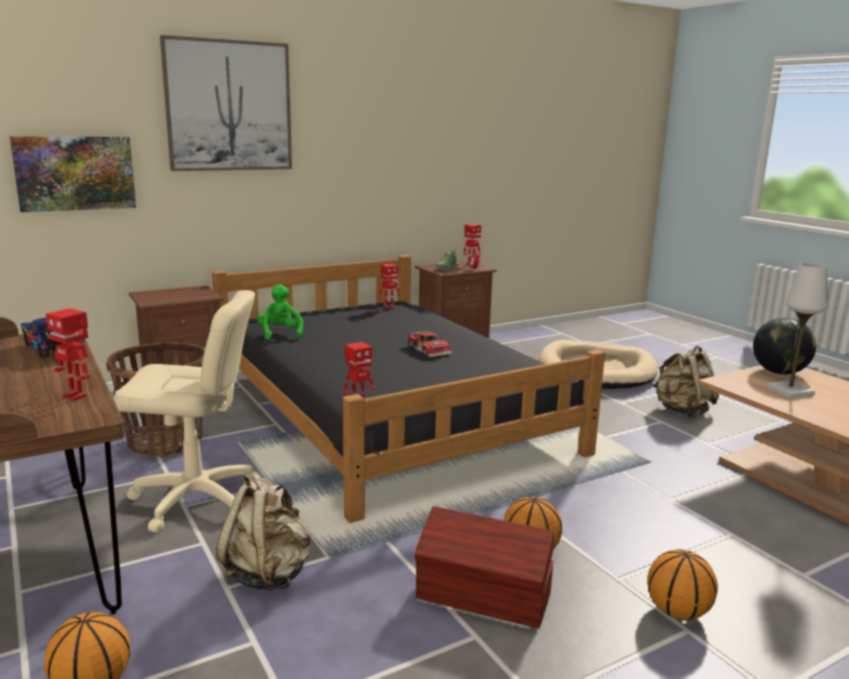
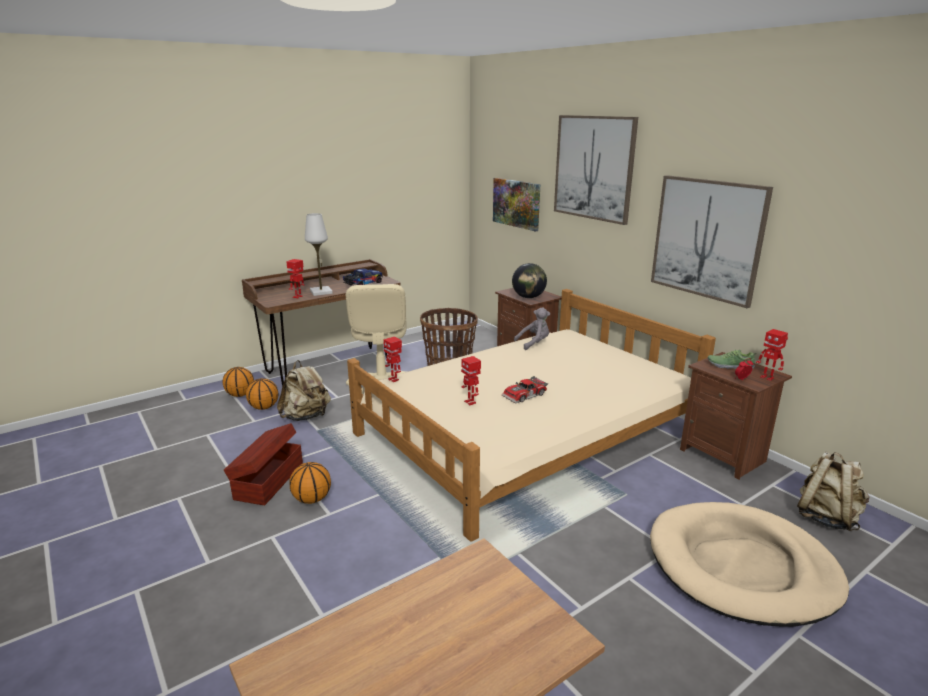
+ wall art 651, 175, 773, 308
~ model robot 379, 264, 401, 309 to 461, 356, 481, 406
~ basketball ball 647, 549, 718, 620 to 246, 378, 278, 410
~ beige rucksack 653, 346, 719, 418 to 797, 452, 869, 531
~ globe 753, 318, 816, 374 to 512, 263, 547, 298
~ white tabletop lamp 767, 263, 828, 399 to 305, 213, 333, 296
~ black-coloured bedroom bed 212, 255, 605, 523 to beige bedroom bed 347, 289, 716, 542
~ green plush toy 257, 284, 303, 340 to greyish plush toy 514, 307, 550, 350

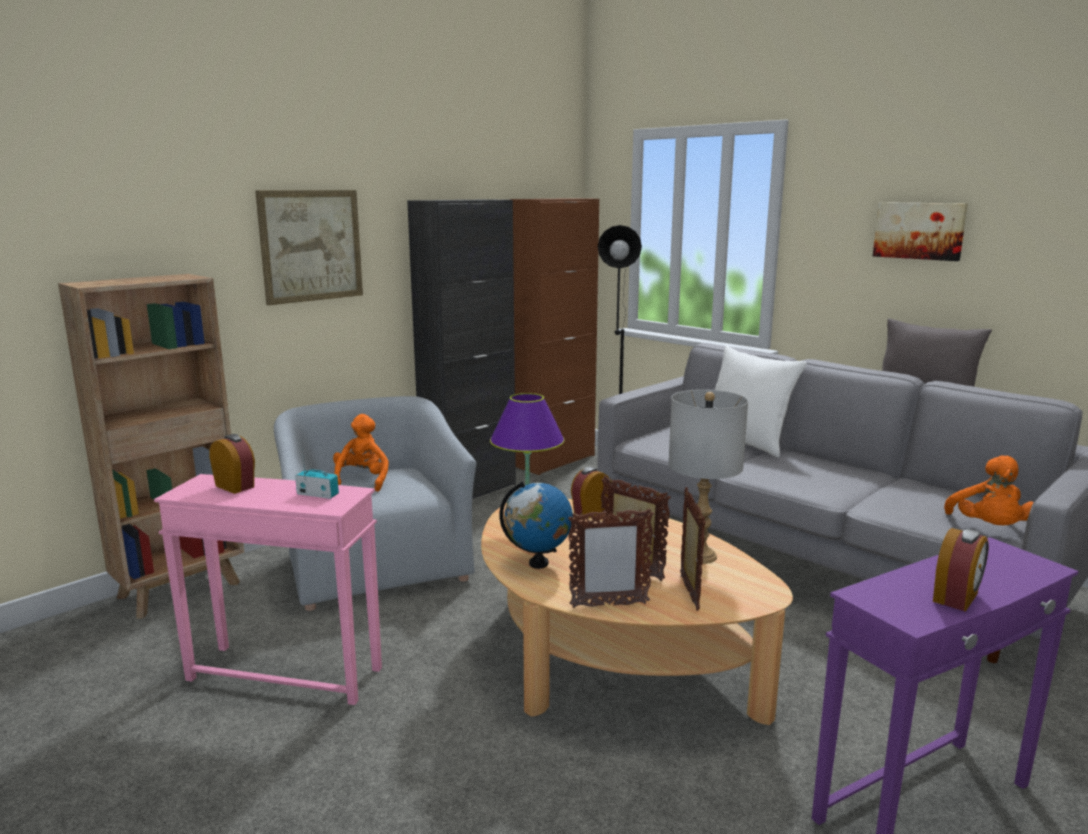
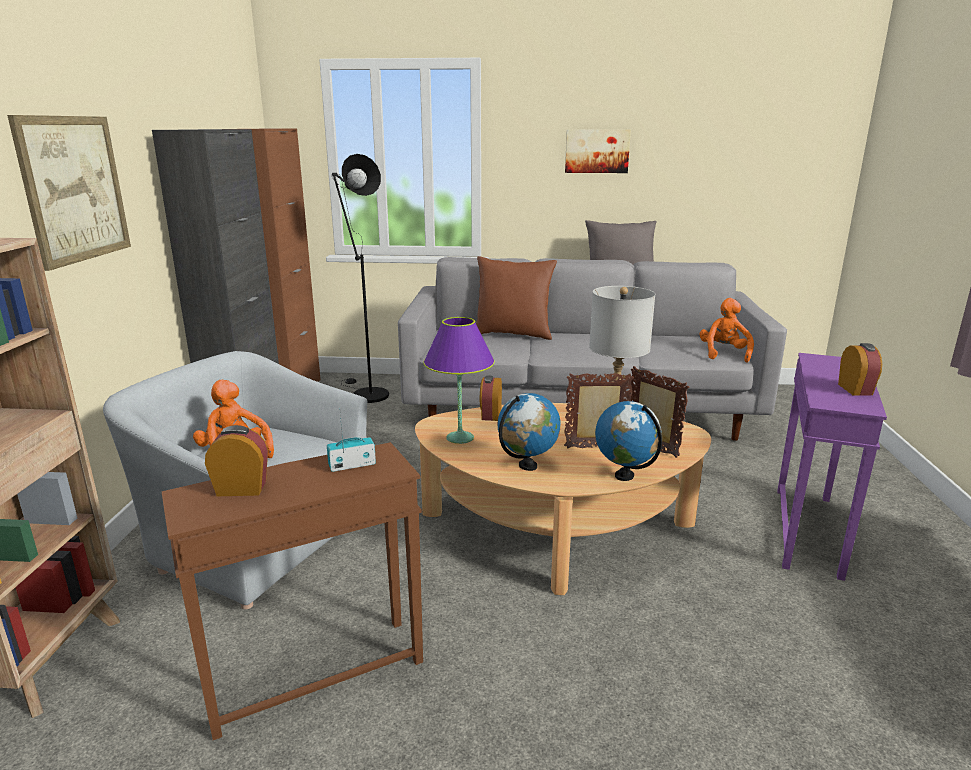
~ picture frame 568, 509, 654, 608 to globe 595, 401, 662, 481
~ pink side table 154, 474, 382, 705 to brown-coloured side table 161, 442, 423, 740
~ white pillow 715, 346, 807, 458 to brown-coloured pillow 476, 256, 557, 340
~ orange plush toy 944, 456, 1034, 525 = 700, 298, 754, 362 135 degrees counterclockwise

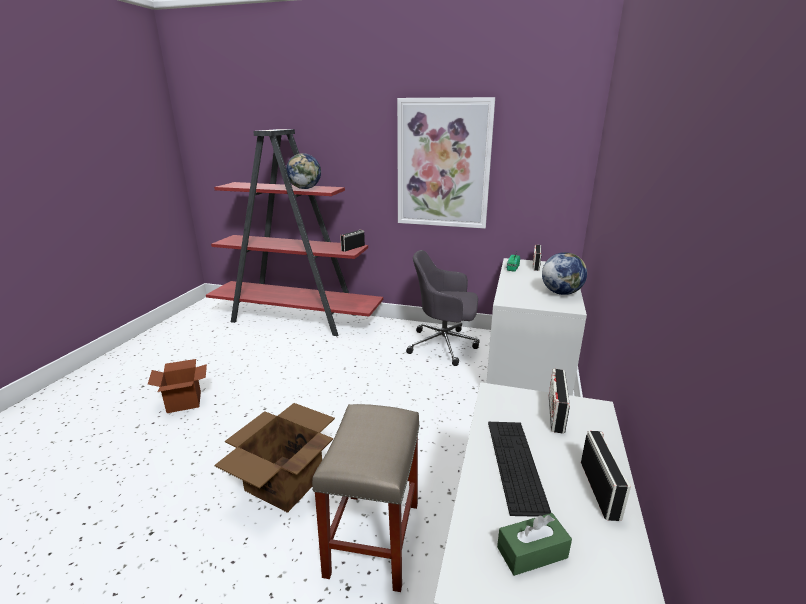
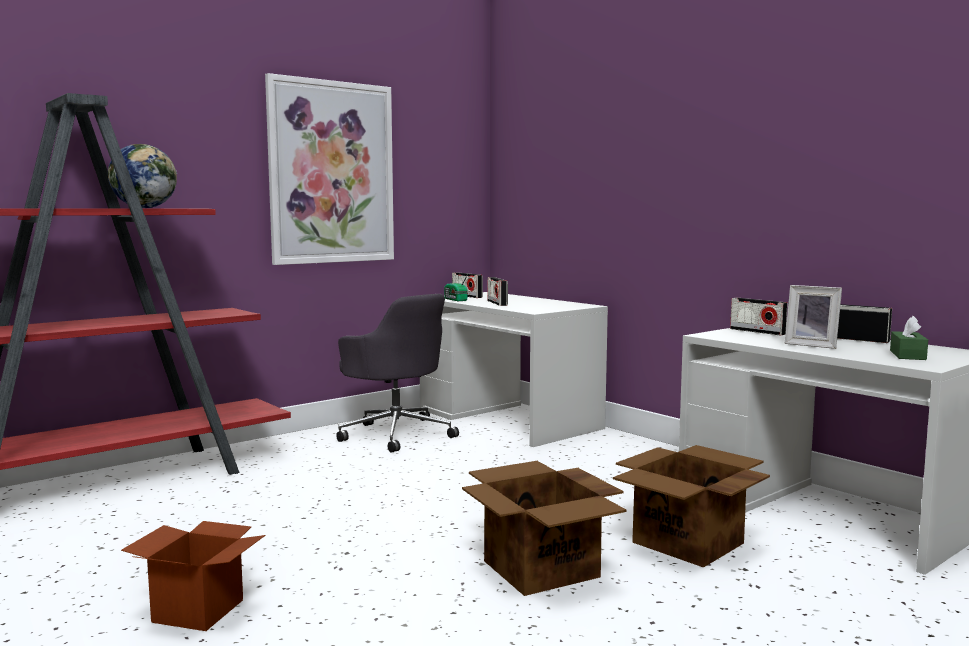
- globe 542, 252, 587, 295
~ radio set 340, 230, 365, 252 to 487, 277, 508, 306
~ beige stool seat 312, 404, 420, 592 to carton 613, 445, 770, 568
~ PC keyboard 488, 422, 551, 517 to picture frame 785, 285, 842, 349
~ greyish computer chair 406, 250, 480, 366 = 336, 294, 459, 452 90 degrees counterclockwise

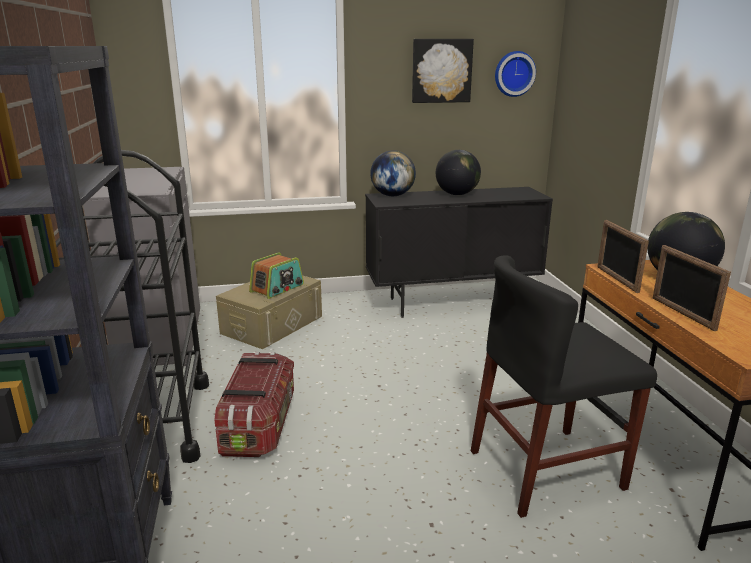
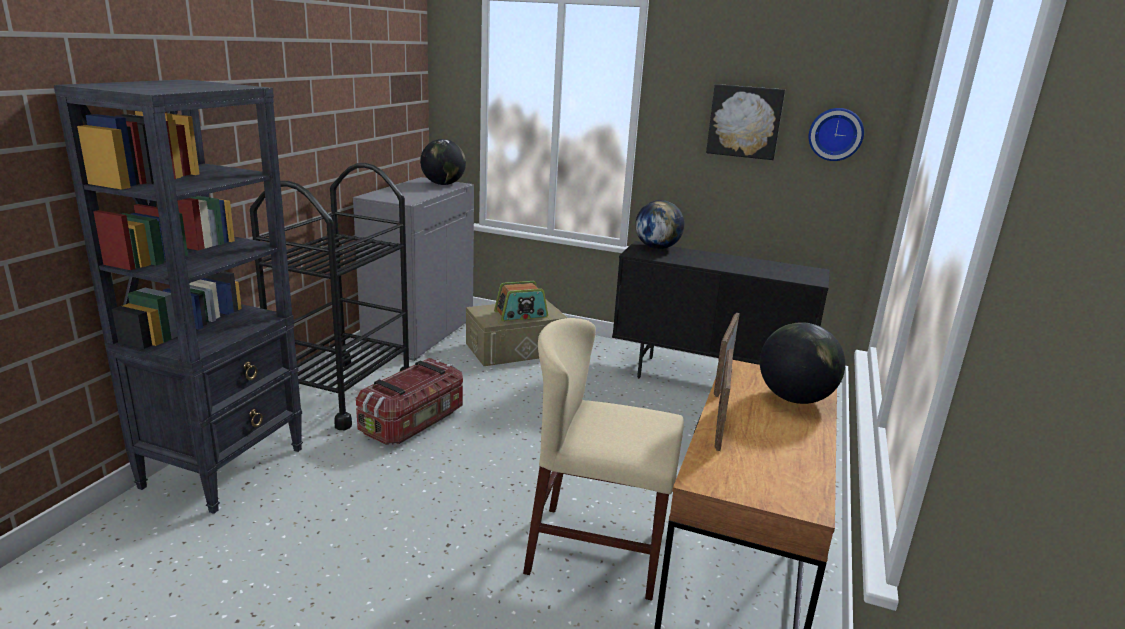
~ globe 436, 150, 481, 195 to 420, 139, 466, 185
~ black-coloured chair 471, 255, 657, 518 to beige chair 523, 318, 684, 601

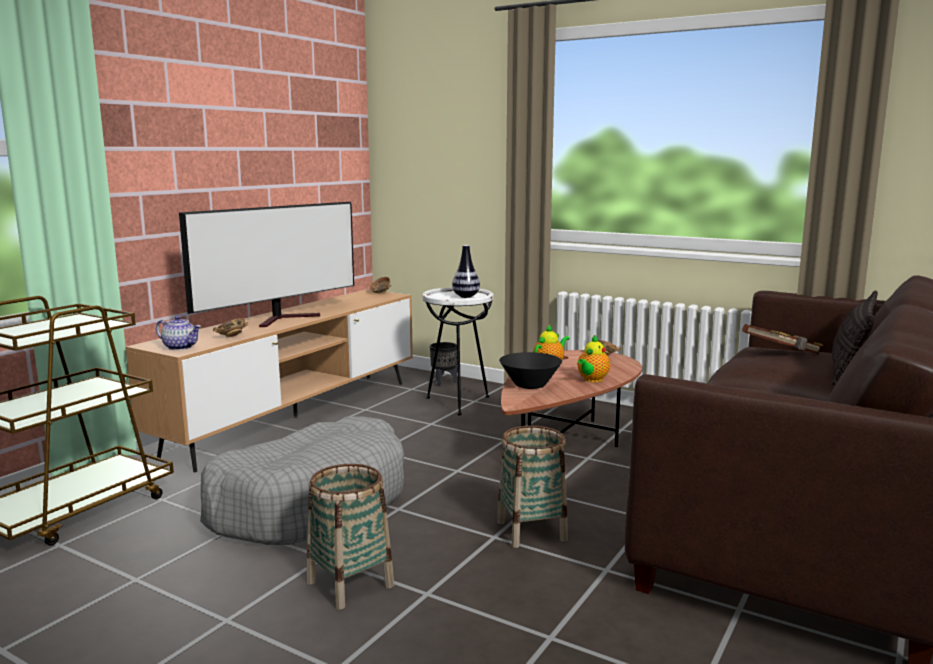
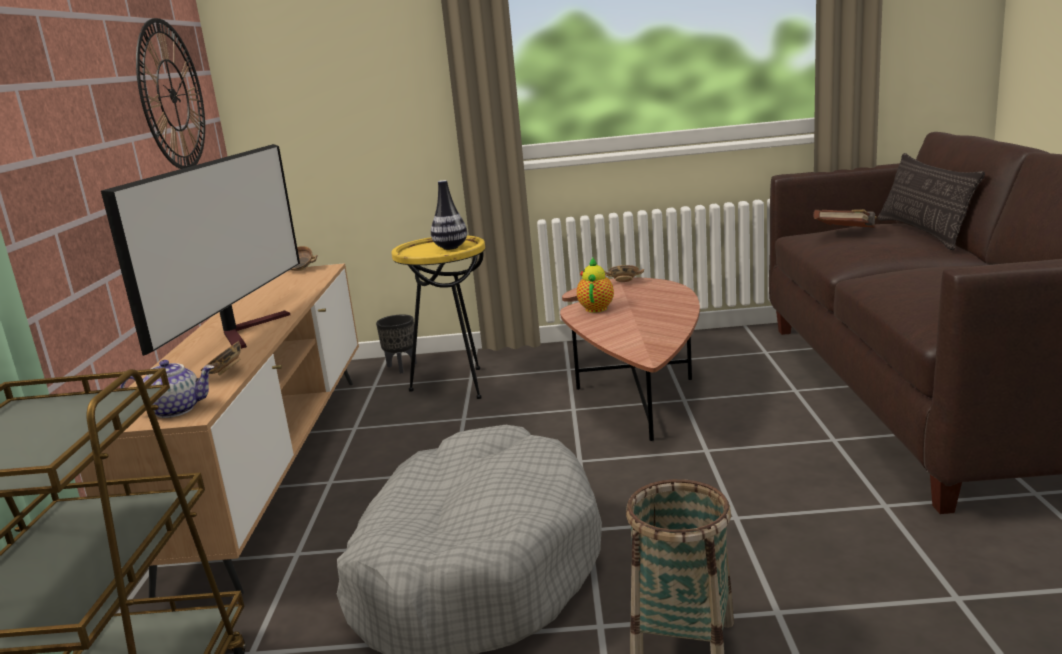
- household basket 497, 425, 568, 548
- black-coloured deep dish 499, 352, 562, 389
- pot for tea 577, 335, 610, 382
+ hanging clock 136, 18, 205, 169
~ white side table 422, 287, 494, 415 to yellow side table 391, 235, 485, 399

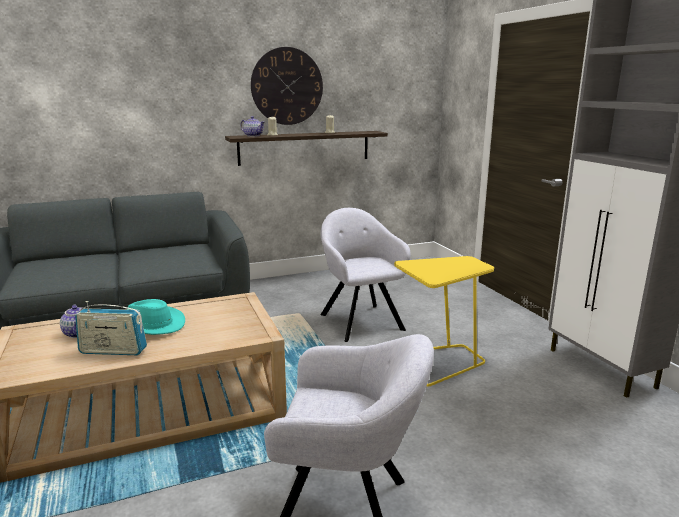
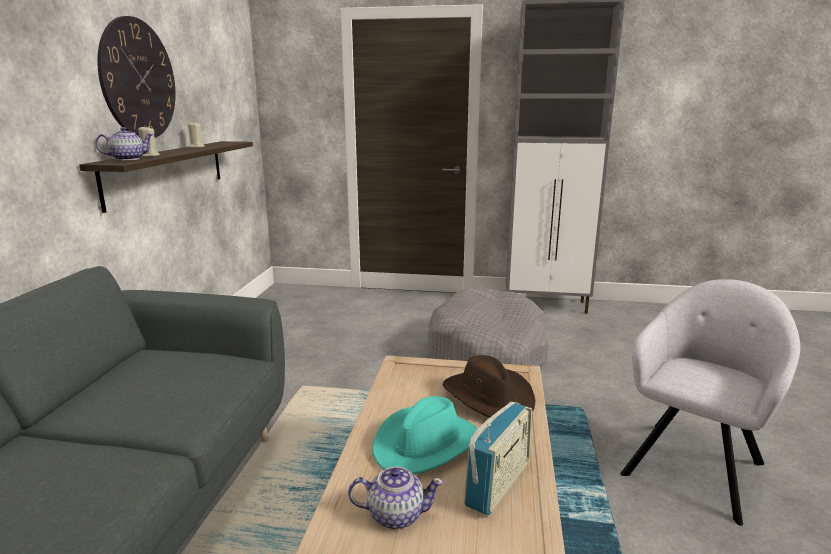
- greyish lounge chair 321, 208, 411, 342
+ brown-coloured hat 443, 355, 535, 418
~ yellow side table 394, 256, 494, 387 to greyish pet bed 428, 288, 548, 368

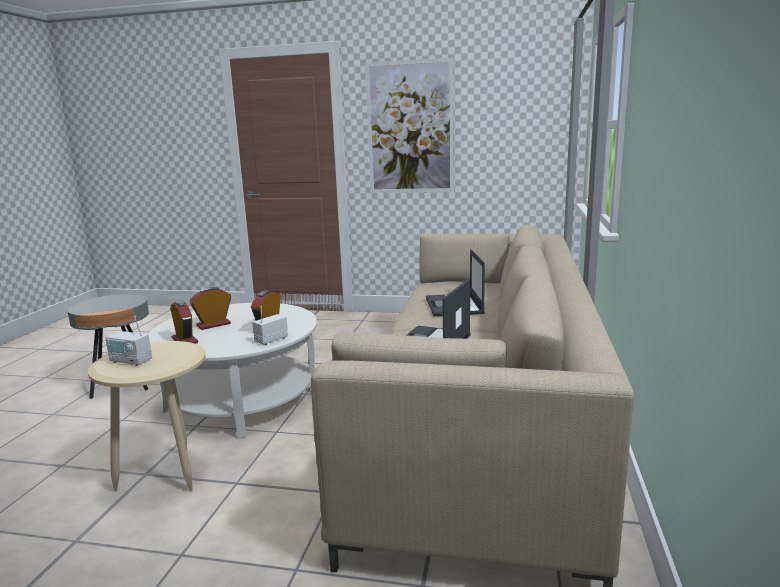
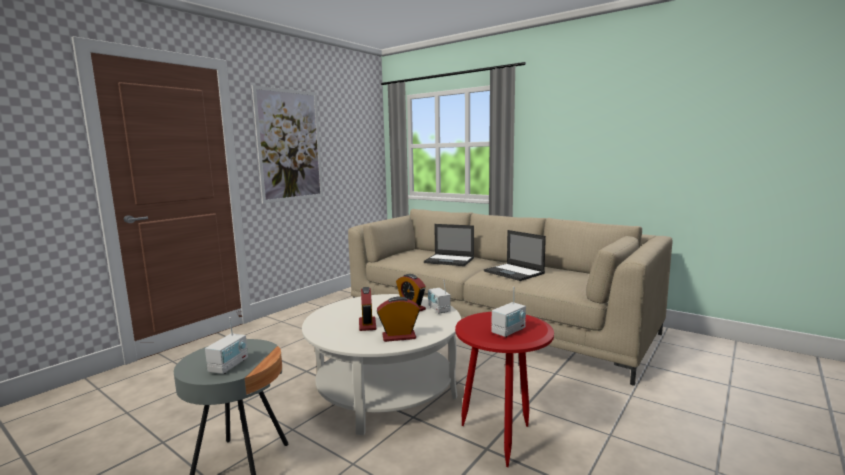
+ radio set 205, 317, 248, 374
~ beige side table 88, 341, 206, 491 to reddish side table 455, 312, 554, 467

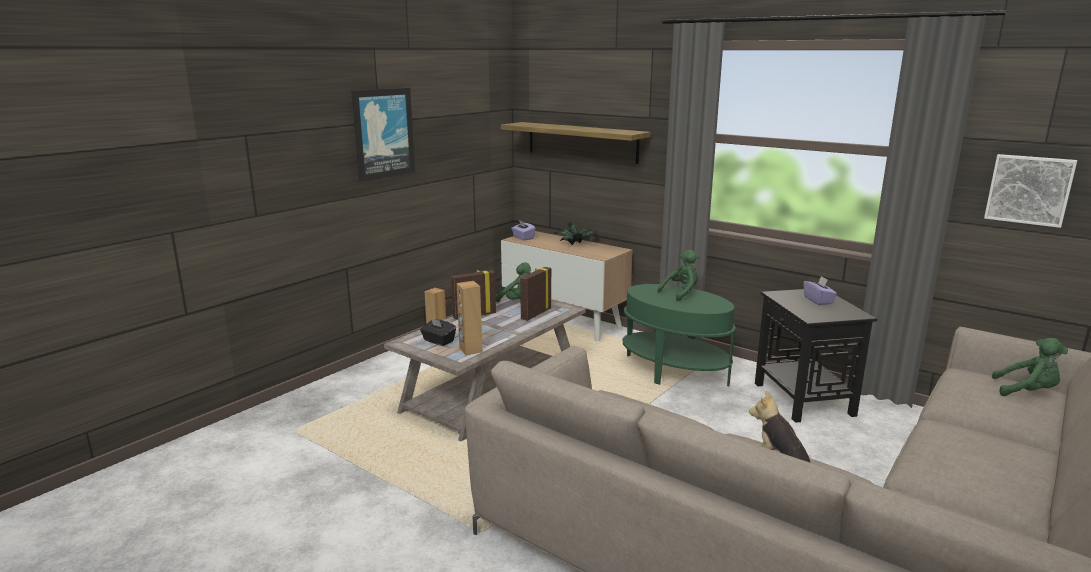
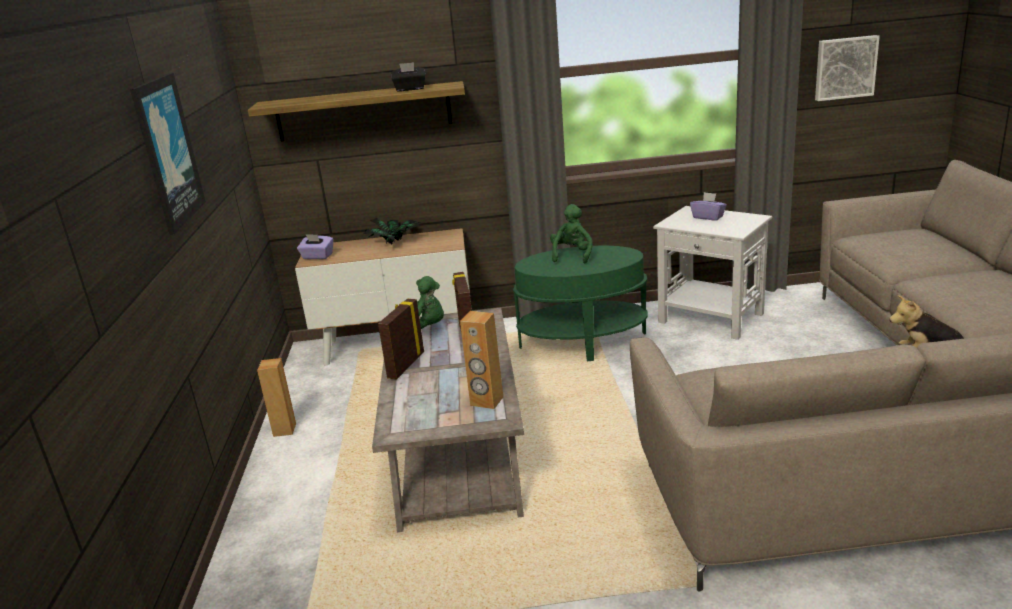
- green plush toy 992, 338, 1068, 396
~ black-coloured tissue holder 420, 317, 456, 346 to 391, 62, 425, 91
~ black-coloured side table 755, 289, 877, 423 to white side table 653, 206, 772, 340

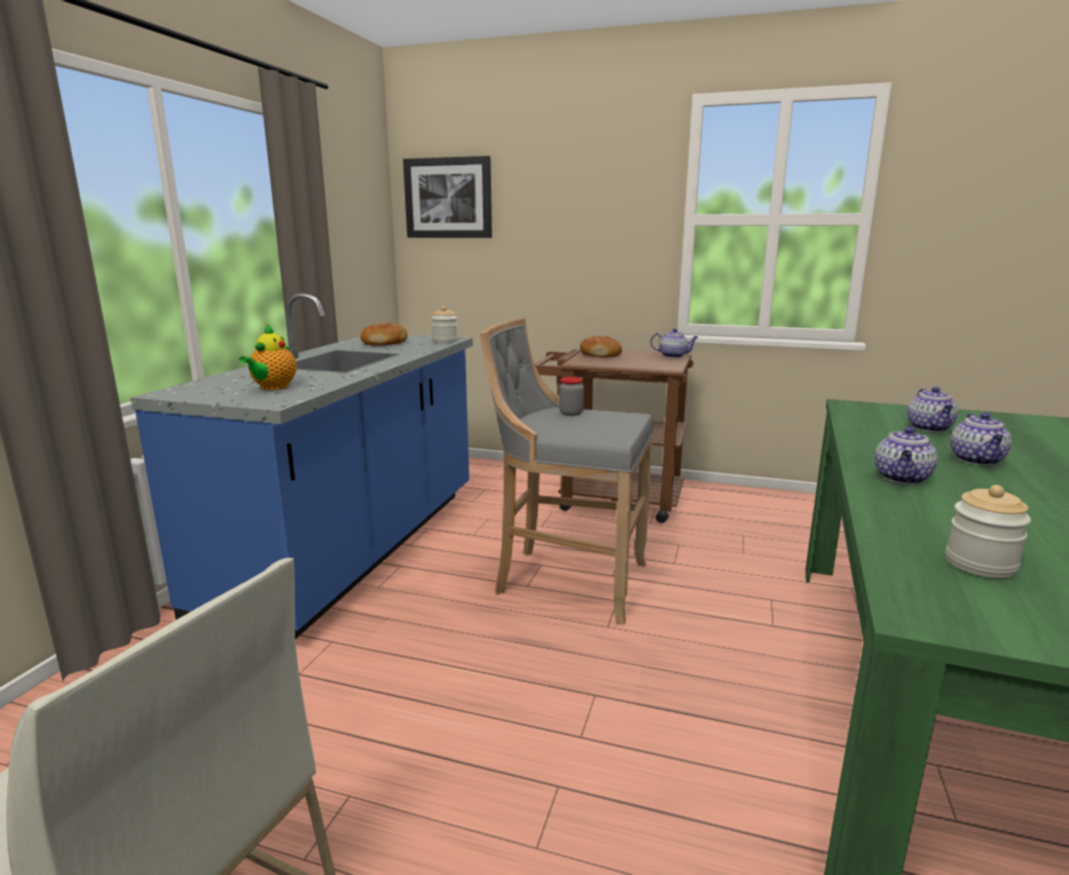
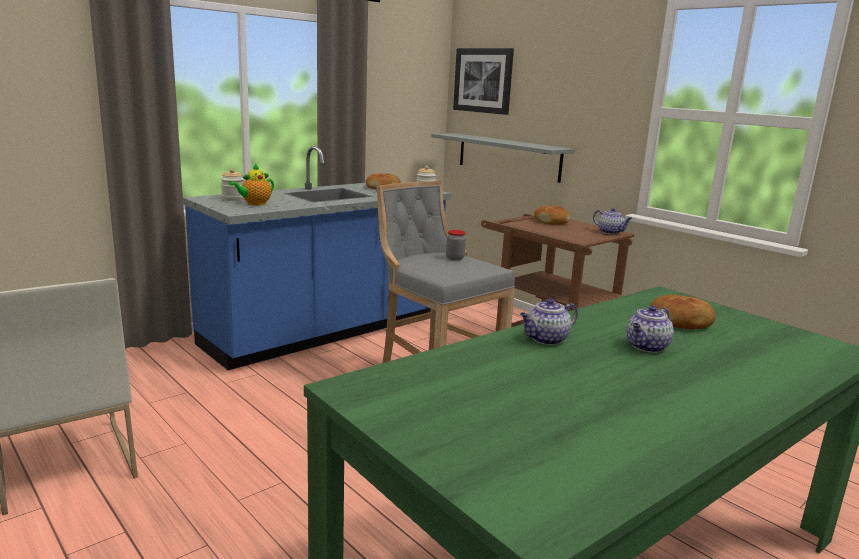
+ greyish shelf 431, 133, 575, 183
~ jar 946, 485, 1031, 578 to 221, 169, 244, 201
~ pot for tea 907, 387, 958, 432 to bakery bread 650, 295, 716, 329

